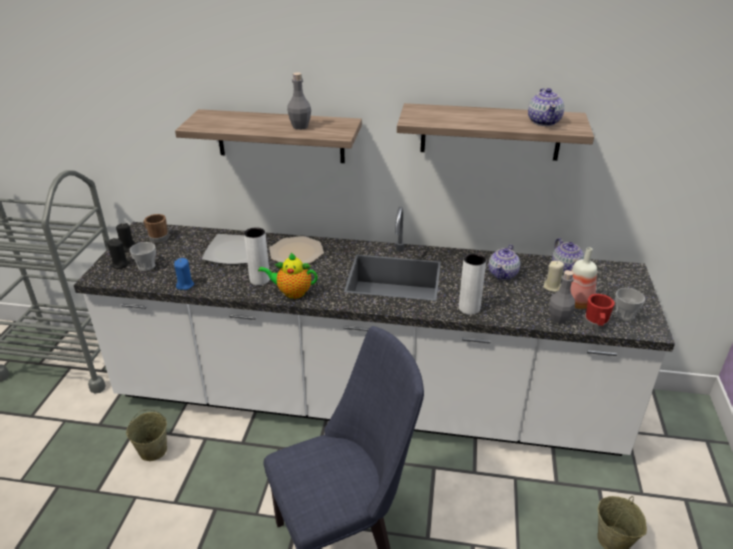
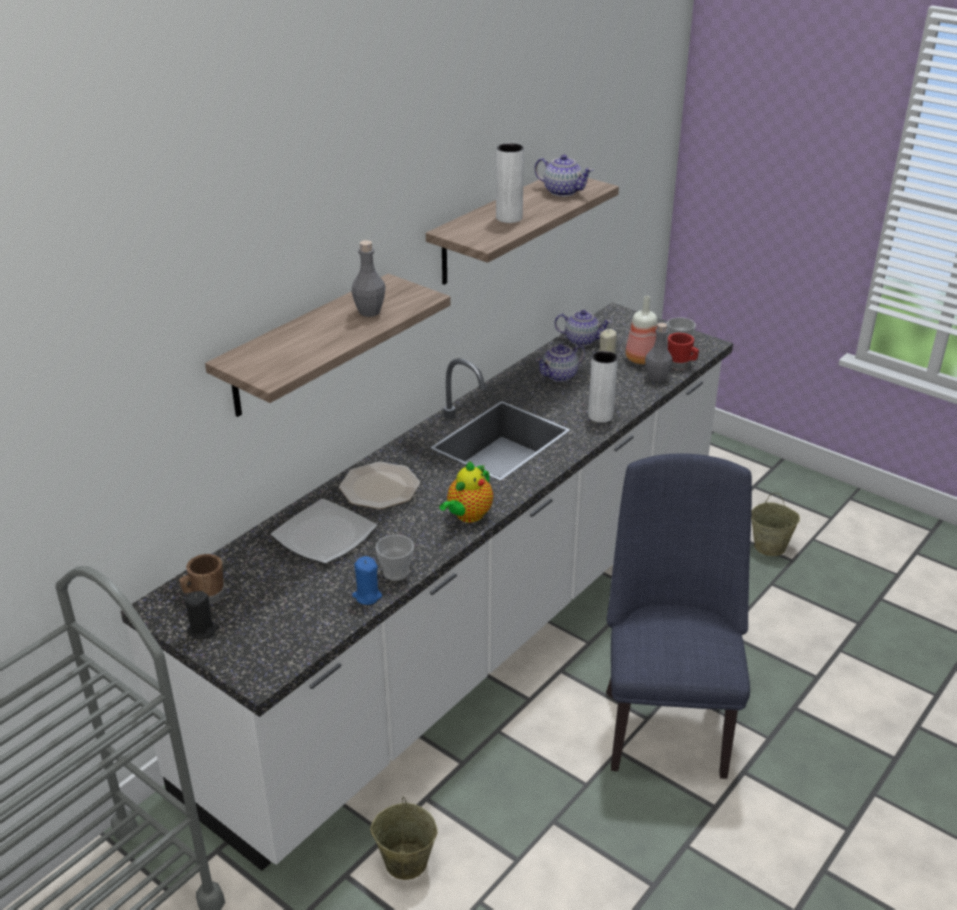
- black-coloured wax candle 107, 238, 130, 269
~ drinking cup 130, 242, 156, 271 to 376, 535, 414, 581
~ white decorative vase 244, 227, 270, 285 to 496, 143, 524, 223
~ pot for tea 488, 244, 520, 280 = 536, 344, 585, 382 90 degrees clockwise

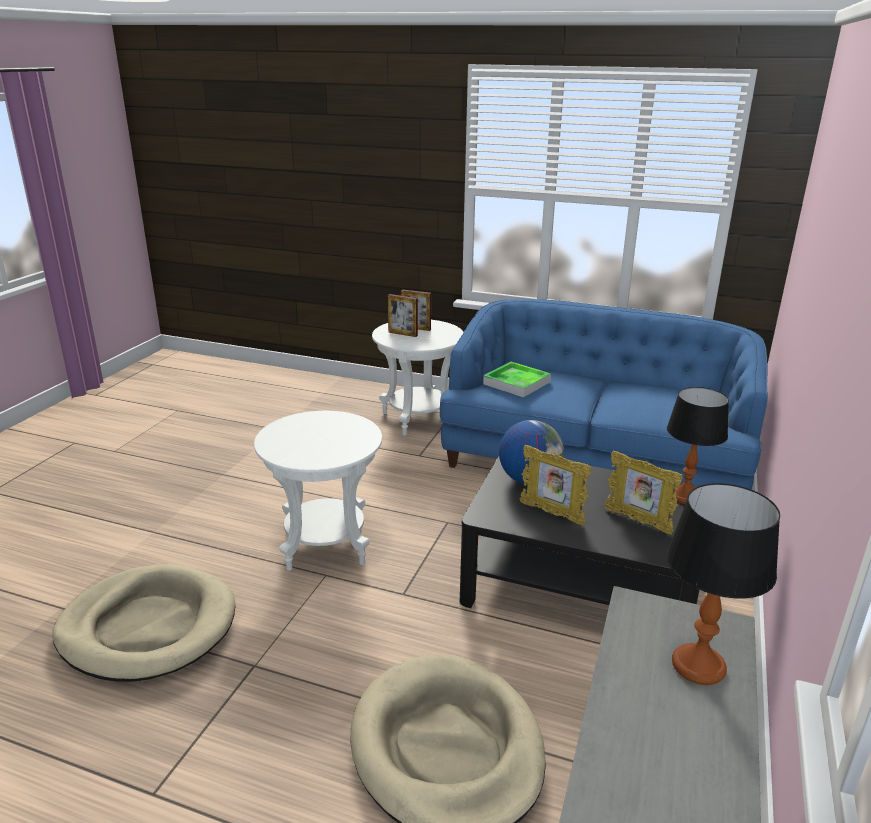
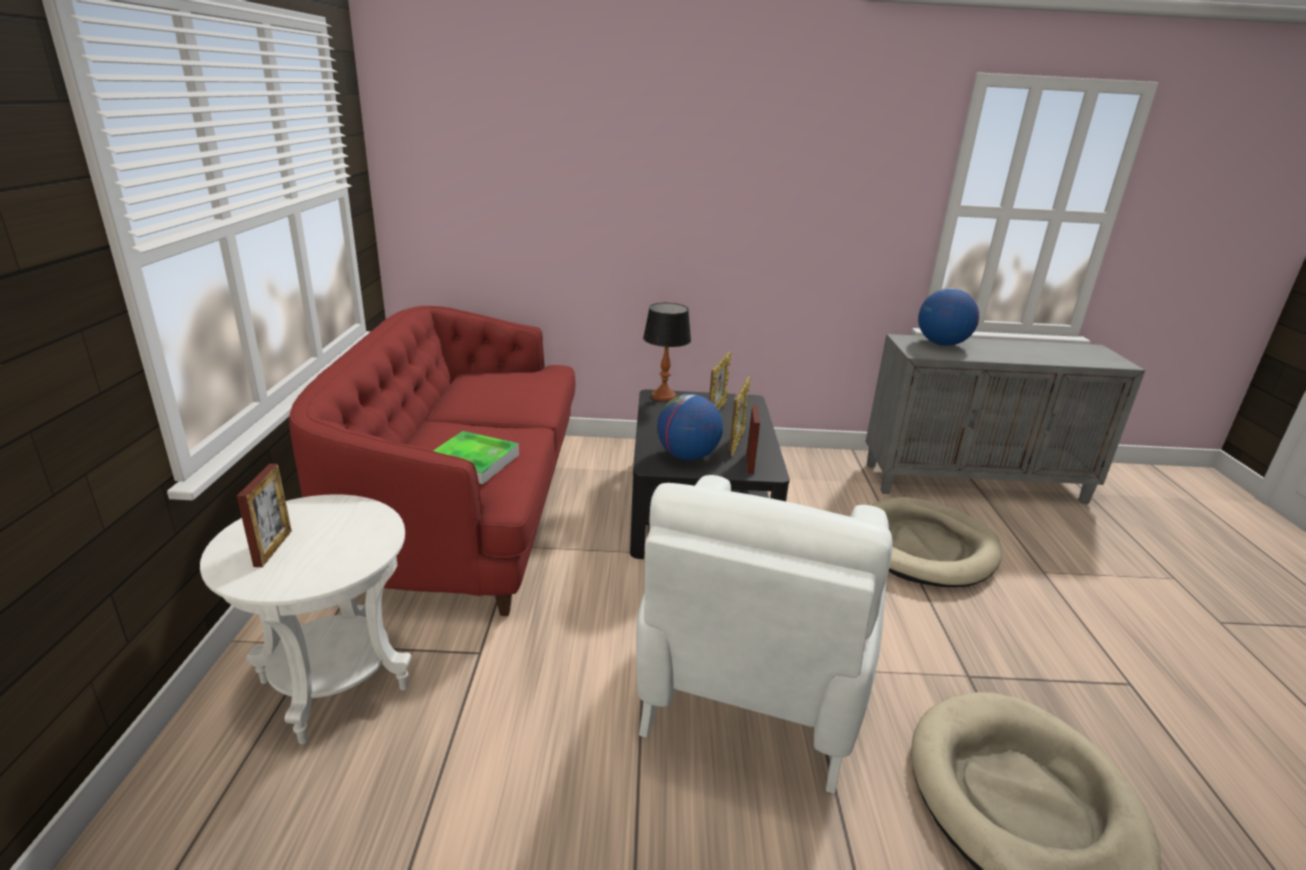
~ picture frame 388, 294, 418, 337 to 746, 405, 760, 474
~ white side table 254, 411, 382, 571 to white lounge chair 636, 475, 893, 794
~ tabletop lamp 666, 483, 780, 685 to globe 918, 288, 979, 346
~ blue couch 440, 299, 768, 489 to reddish couch 289, 306, 576, 616

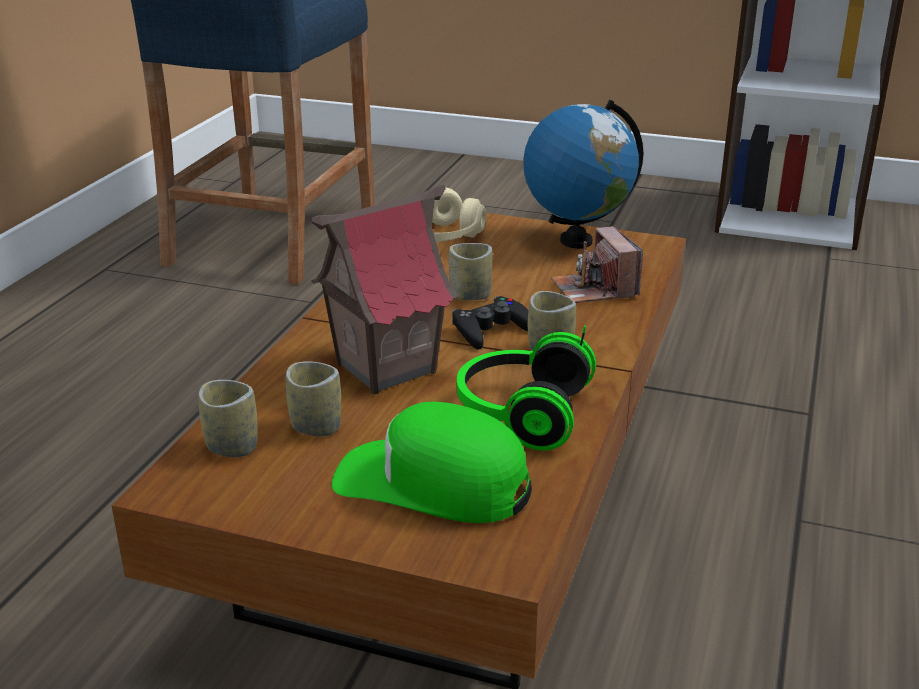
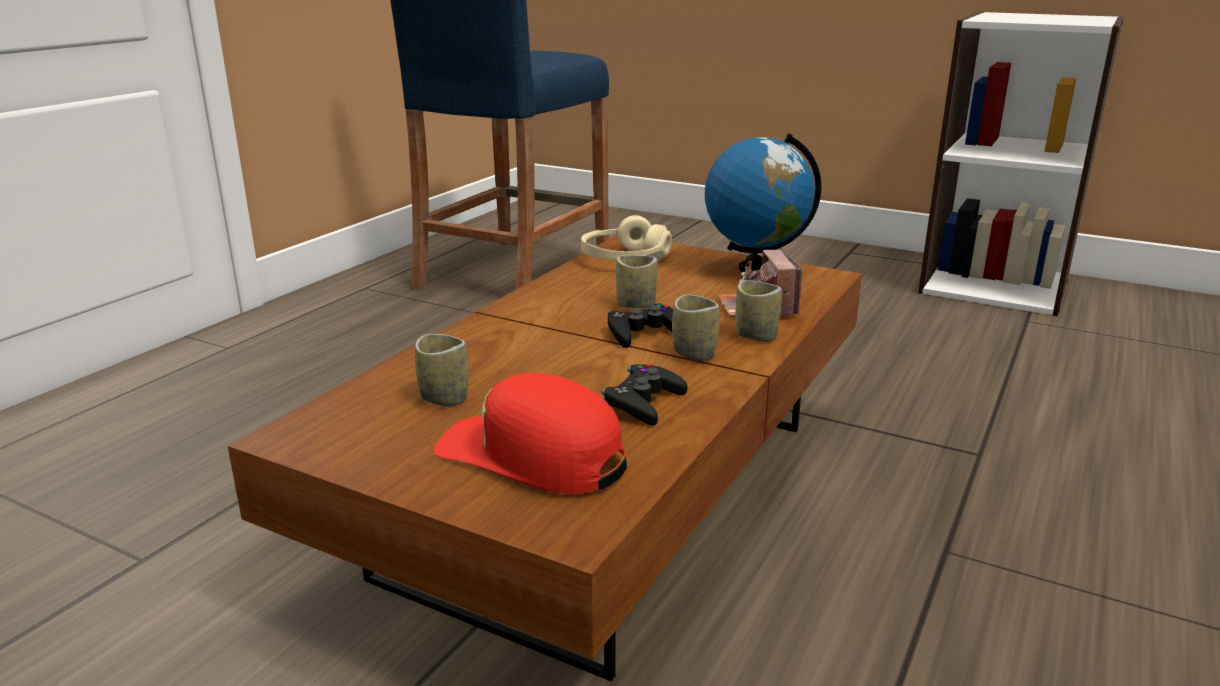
- model house 311, 185, 458, 394
~ drinking cup 198, 380, 258, 457 to 735, 280, 782, 342
~ headset 457, 326, 596, 451 to black-coloured gamepad 602, 364, 687, 426
~ green cap 332, 401, 532, 523 to reddish cap 434, 372, 627, 494

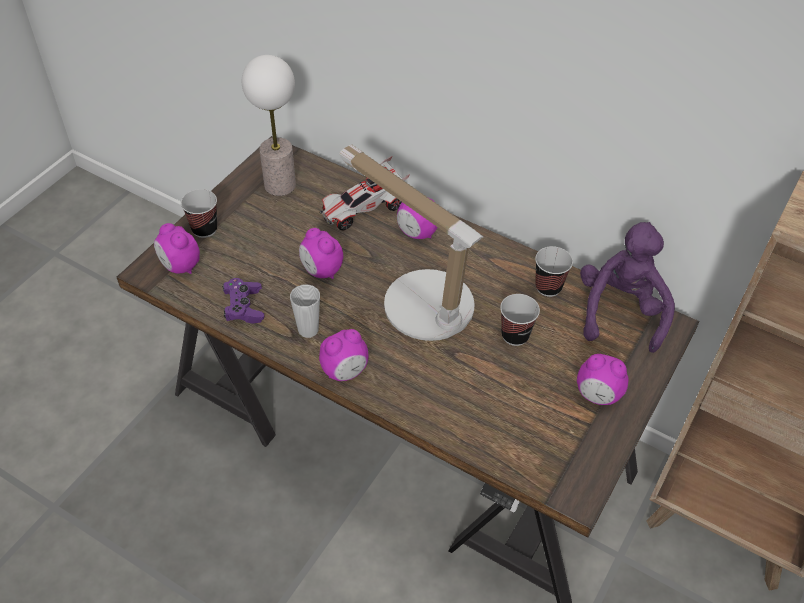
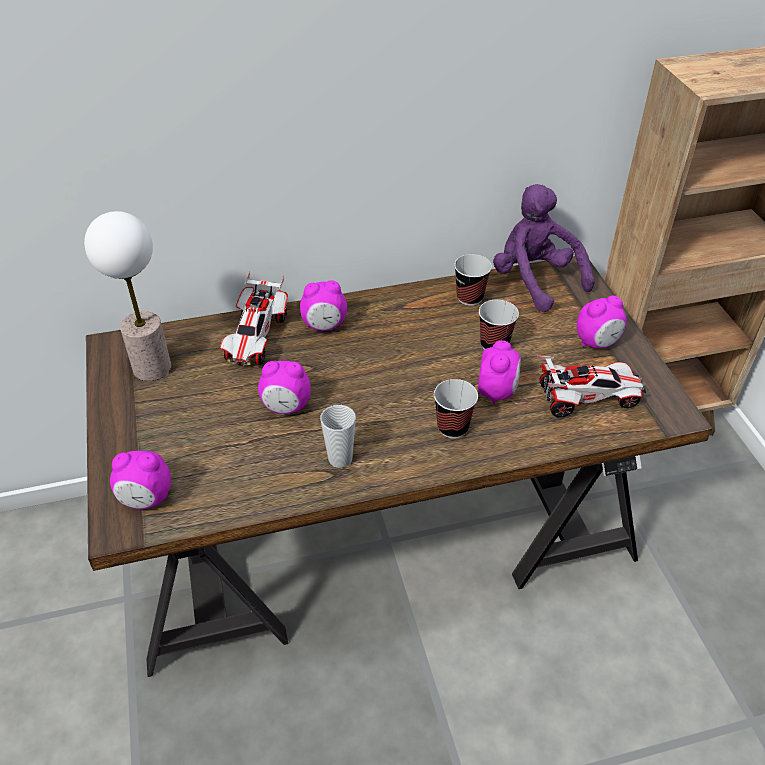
- purple gamepad 222, 278, 264, 323
- tabletop lamp 339, 144, 483, 341
+ miniature car 537, 355, 647, 417
~ drinking cup 181, 189, 217, 238 to 434, 379, 478, 439
~ bedside clock 319, 329, 368, 381 to 478, 340, 521, 404

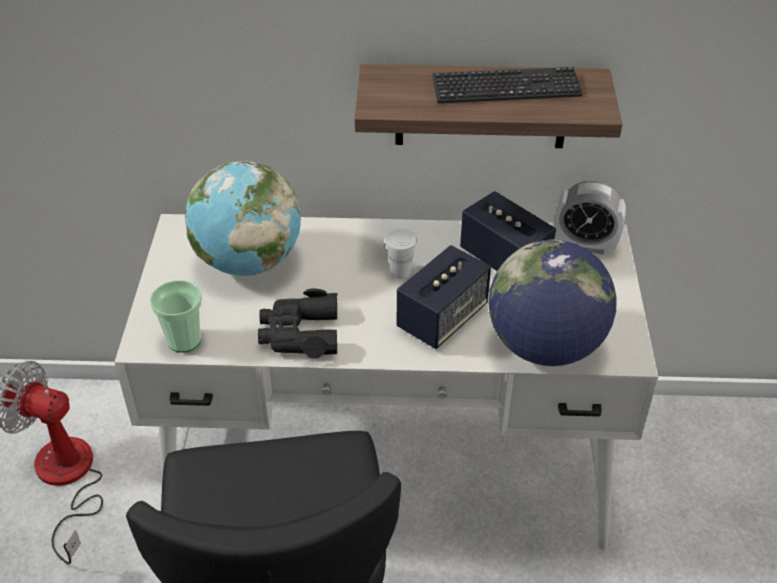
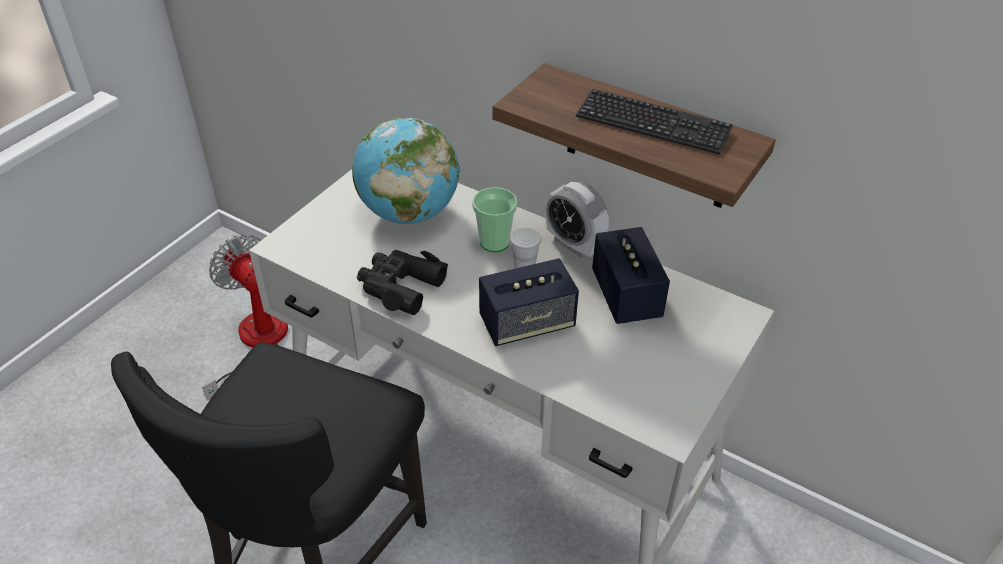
- globe 489, 240, 616, 366
~ drinking cup 150, 280, 202, 353 to 472, 187, 517, 252
~ bedside clock 554, 181, 626, 254 to 546, 182, 609, 258

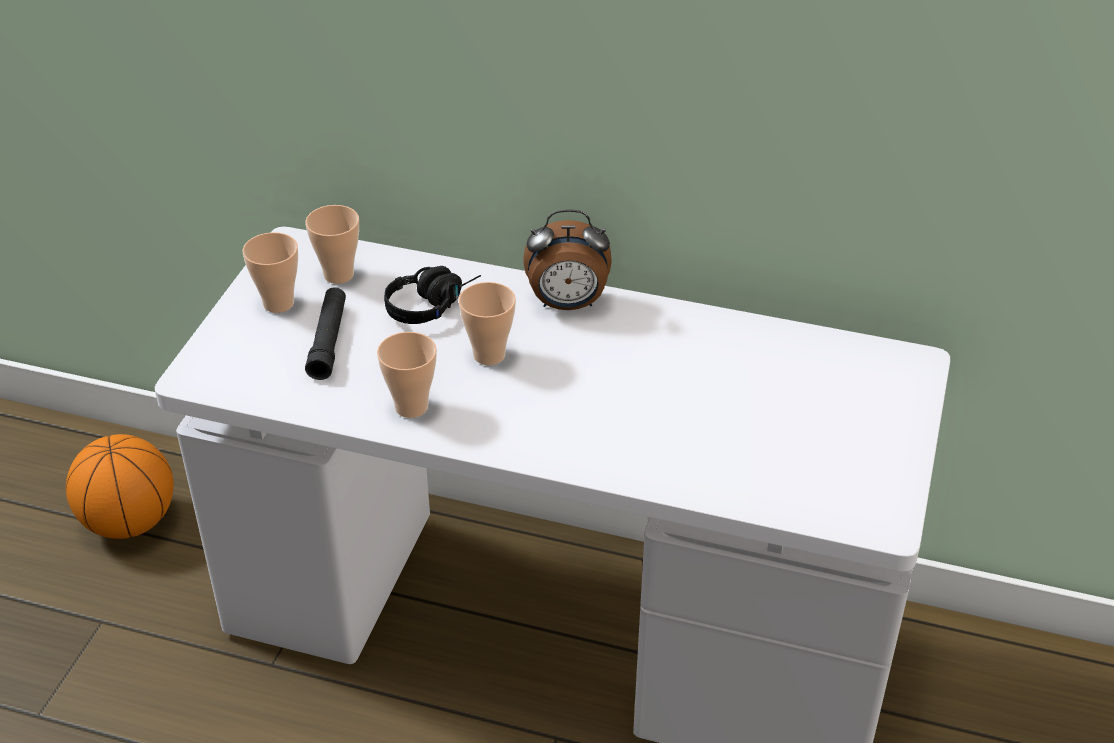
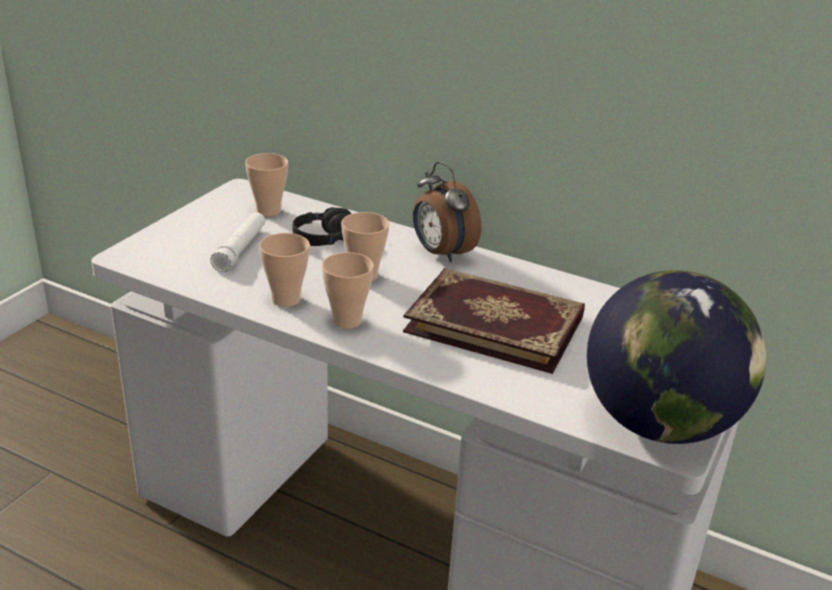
- basketball ball 66, 434, 174, 539
+ bound book 403, 268, 585, 374
+ globe 587, 270, 766, 444
~ drinking cup 242, 232, 298, 313 to 322, 252, 374, 329
~ black-coloured hand torch 305, 287, 346, 380 to white hand torch 210, 212, 265, 272
~ bedside clock 524, 209, 612, 310 = 413, 161, 481, 262 45 degrees clockwise

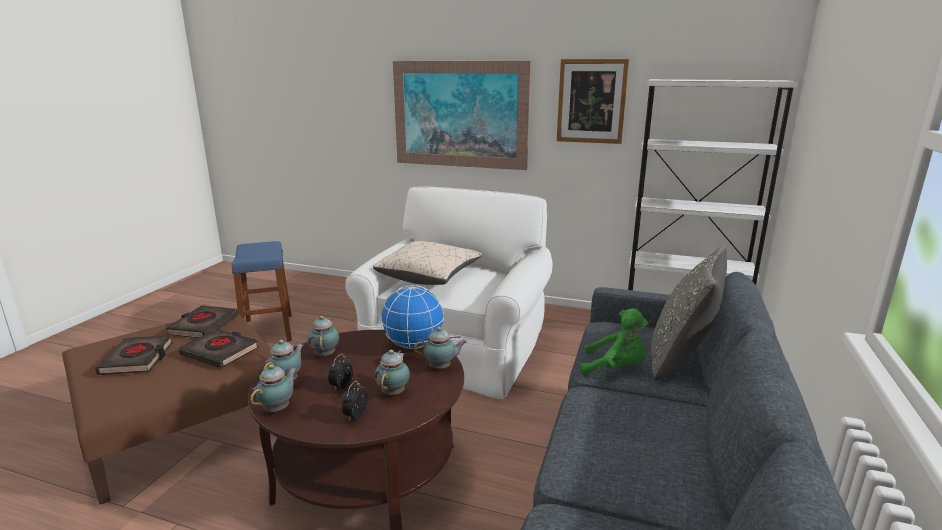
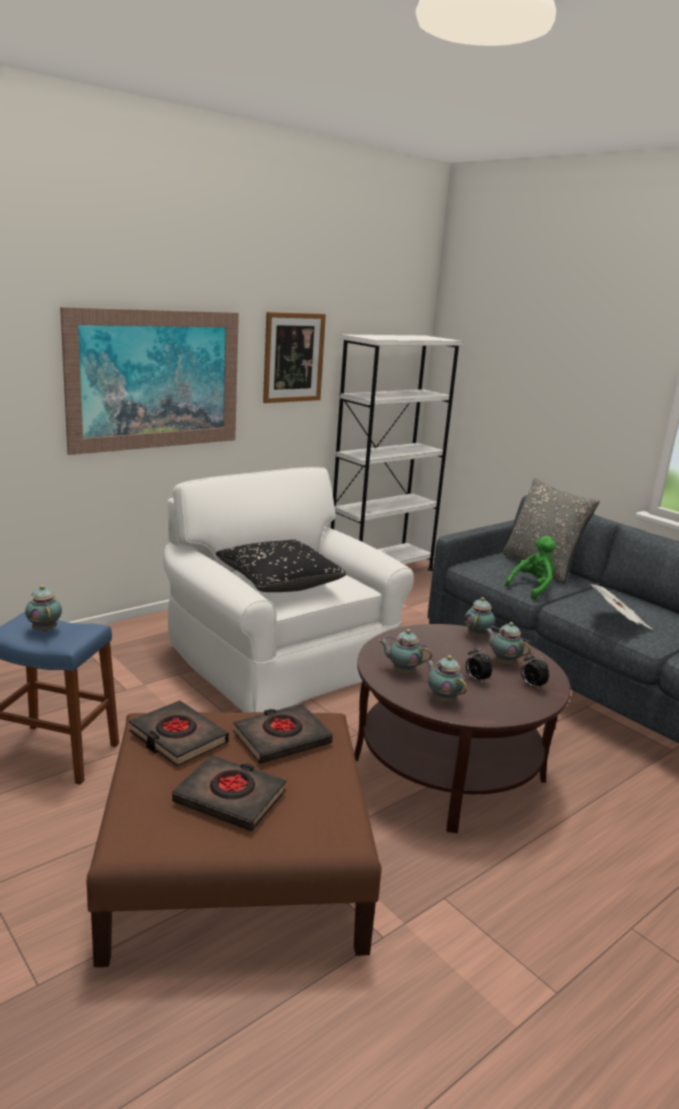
- globe 381, 285, 444, 349
+ daily paper 590, 584, 652, 629
~ pot for tea 250, 364, 297, 412 to 25, 585, 62, 632
~ beige pillow 373, 241, 482, 285 to black-coloured pillow 216, 540, 346, 592

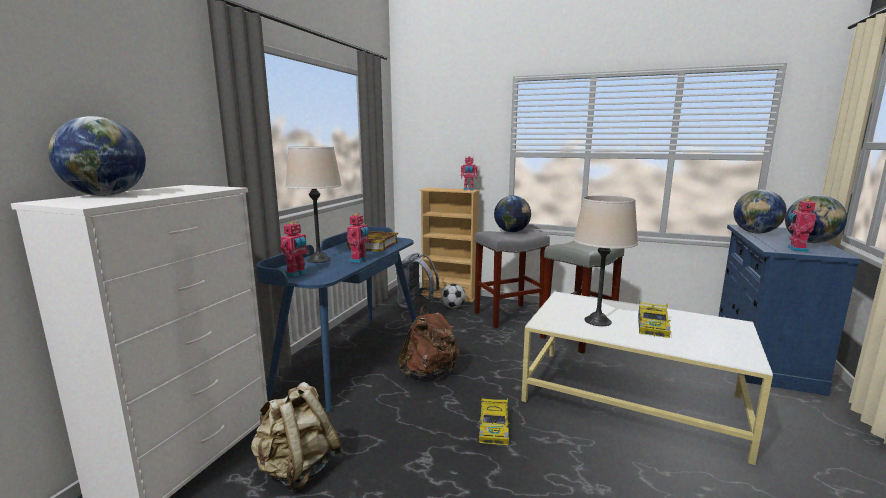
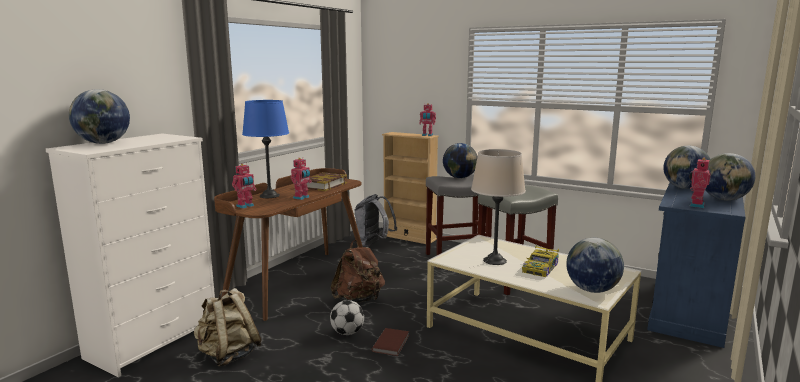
+ globe 566, 238, 624, 293
~ football ball 441, 284, 466, 308 to 330, 300, 364, 335
~ miniature car 479, 397, 510, 445 to brown-coloured bound book 372, 328, 409, 356
~ blue desk unit 256, 227, 416, 412 to brown-coloured desk unit 214, 168, 363, 321
~ beige tabletop lamp 285, 146, 342, 263 to blue tabletop lamp 242, 100, 289, 198

